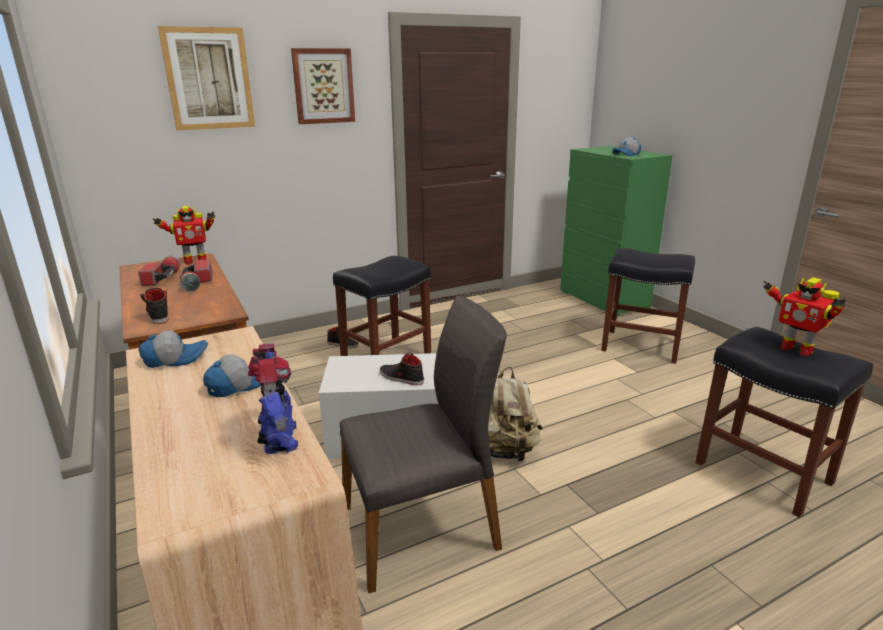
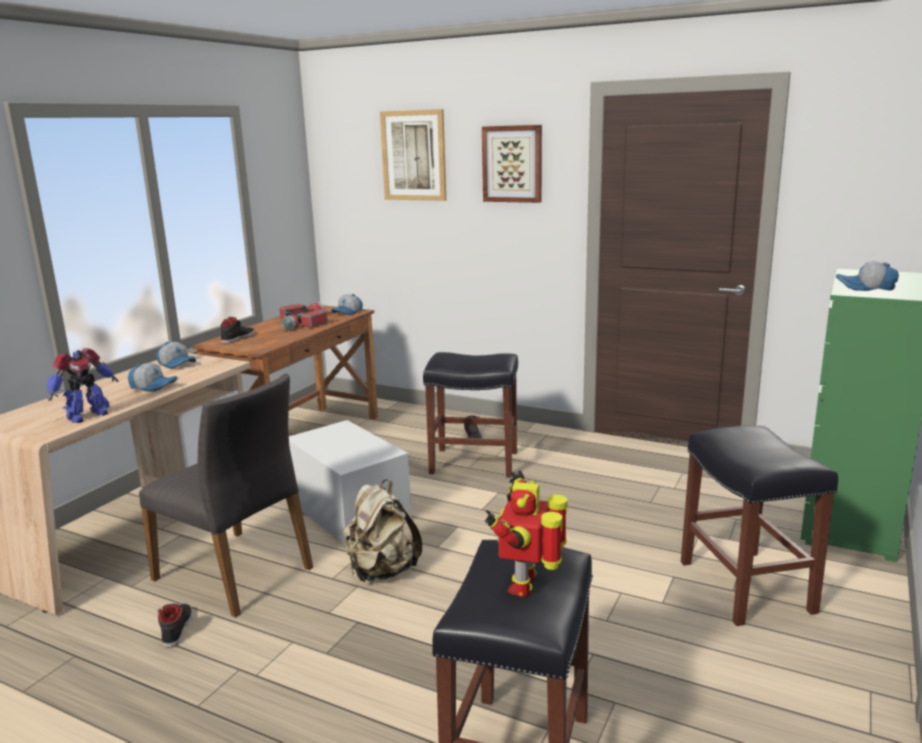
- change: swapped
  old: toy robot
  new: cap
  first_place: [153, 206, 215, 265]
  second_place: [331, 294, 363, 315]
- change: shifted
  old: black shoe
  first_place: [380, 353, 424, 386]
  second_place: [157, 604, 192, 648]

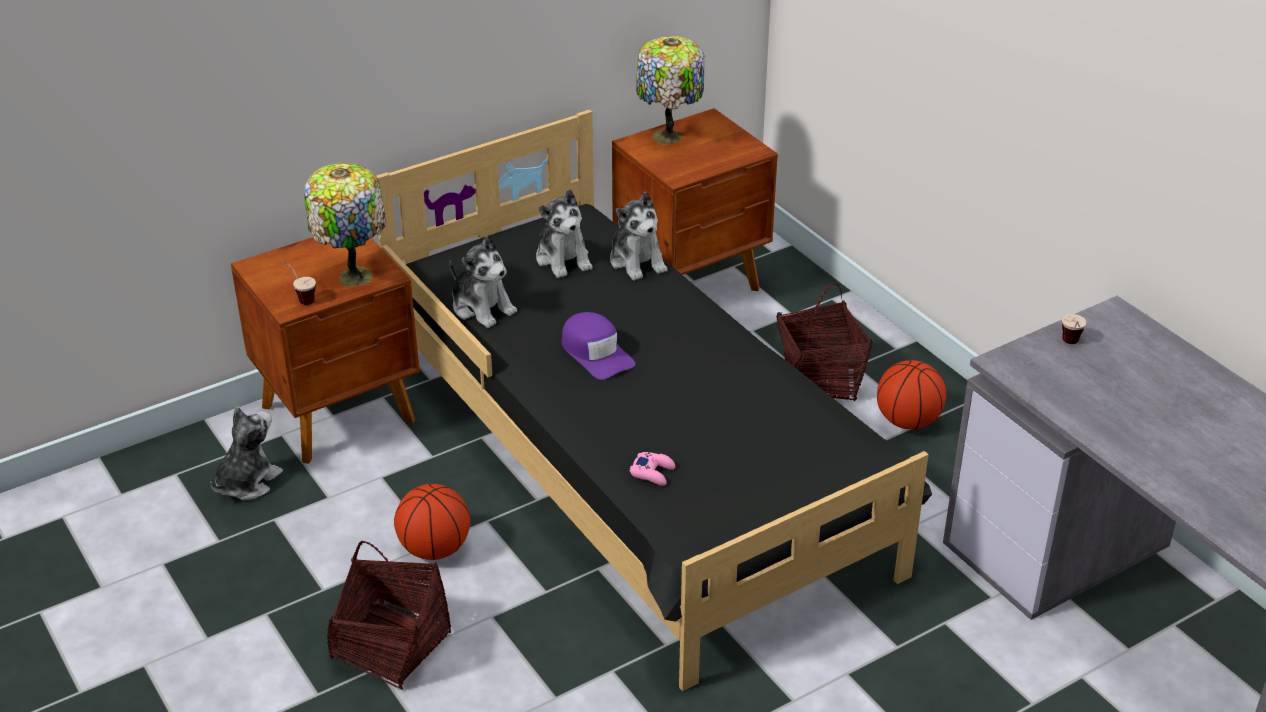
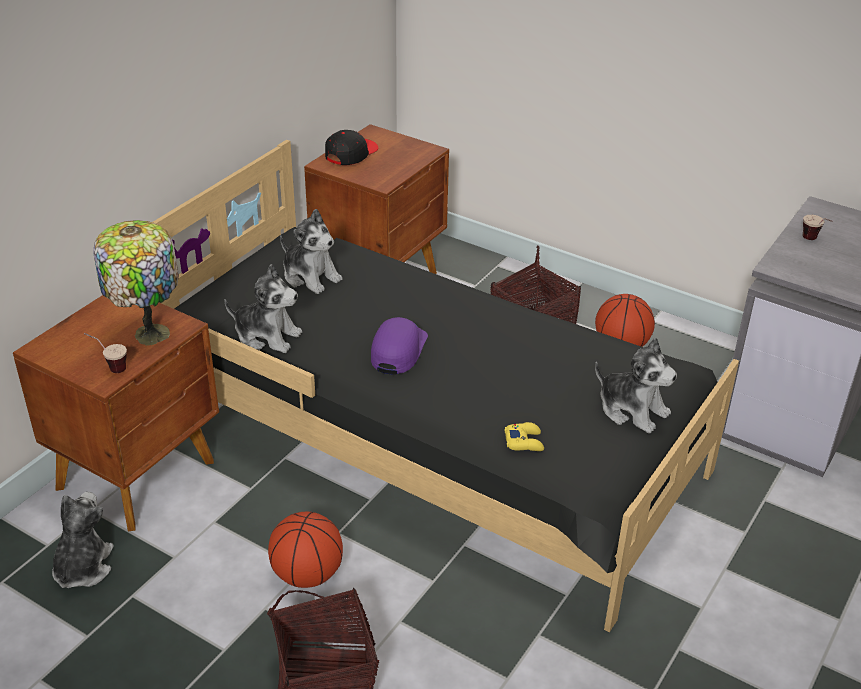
- change: swapped
  old: table lamp
  new: black cap
  first_place: [636, 36, 705, 145]
  second_place: [325, 130, 378, 165]
- change: shifted
  old: plush toy
  first_place: [610, 191, 667, 281]
  second_place: [595, 337, 677, 433]
- change: rotated
  old: purple cap
  first_place: [562, 312, 635, 380]
  second_place: [371, 317, 428, 374]
  degrees: -105
- change: repainted
  old: pink game controller
  new: yellow game controller
  first_place: [630, 452, 675, 486]
  second_place: [505, 422, 544, 451]

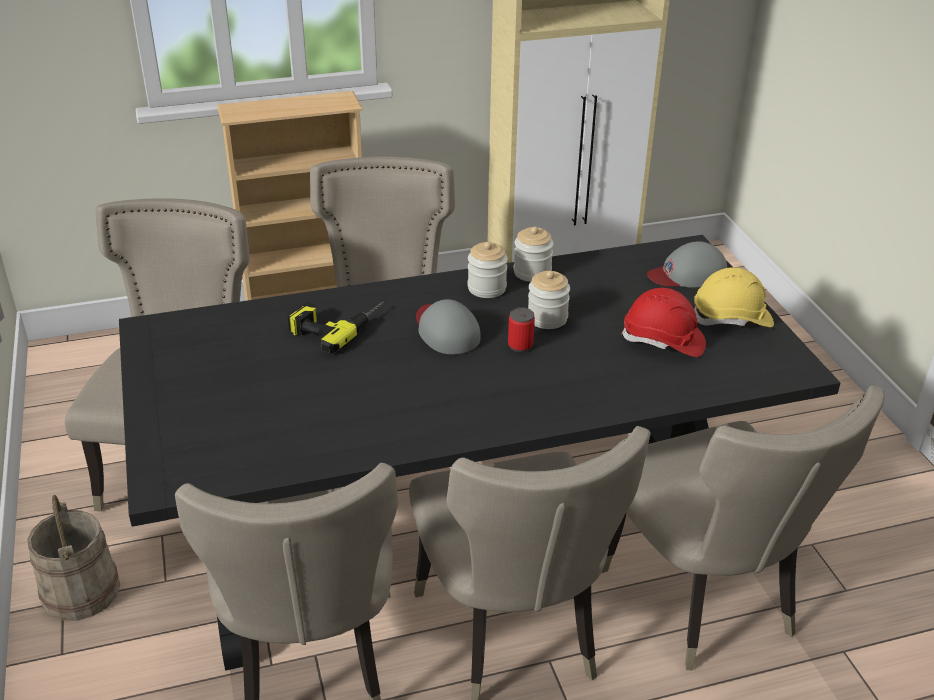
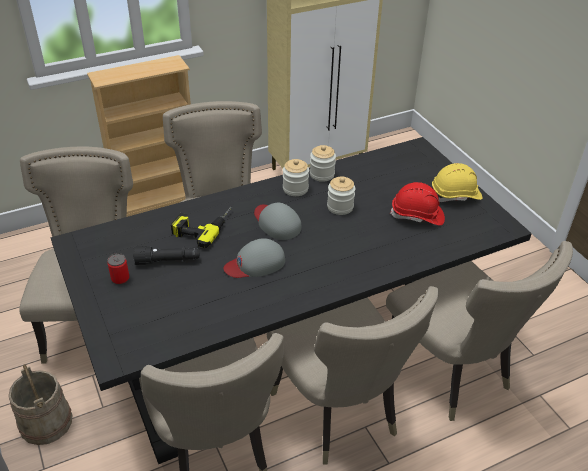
- change: shifted
  old: grey cap
  first_place: [647, 241, 727, 288]
  second_place: [223, 238, 285, 278]
- change: shifted
  old: can
  first_place: [508, 307, 535, 352]
  second_place: [107, 253, 130, 285]
- change: new
  new: black flashlight
  second_place: [133, 246, 200, 265]

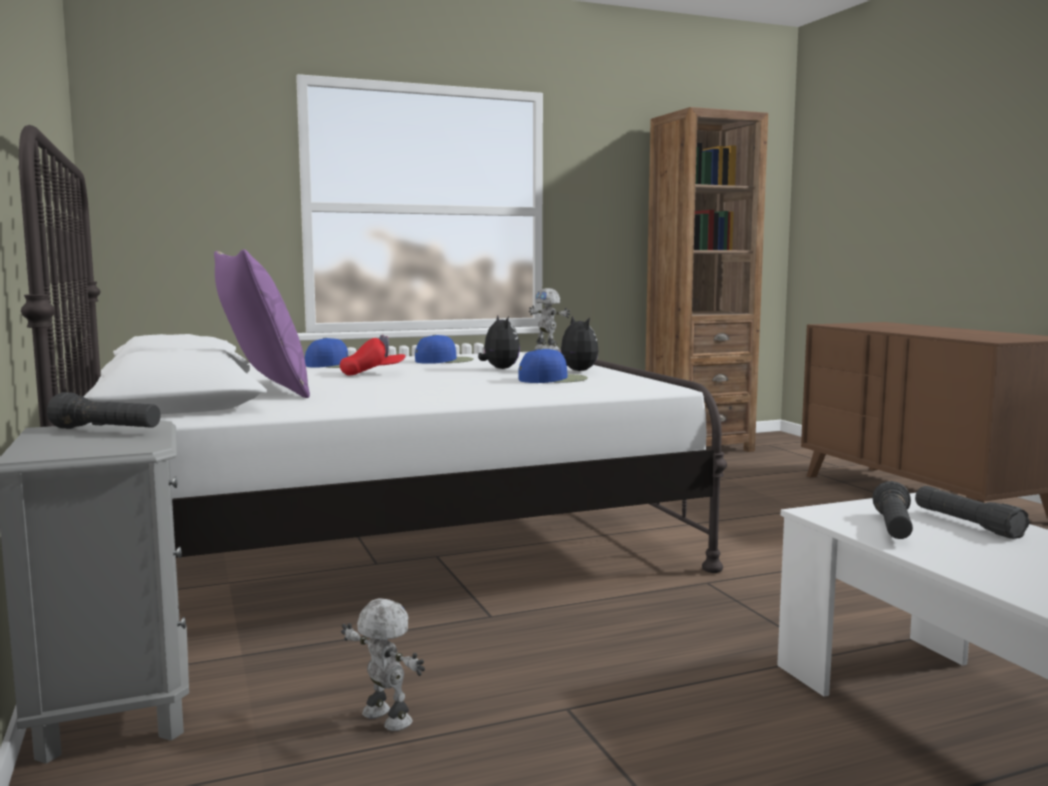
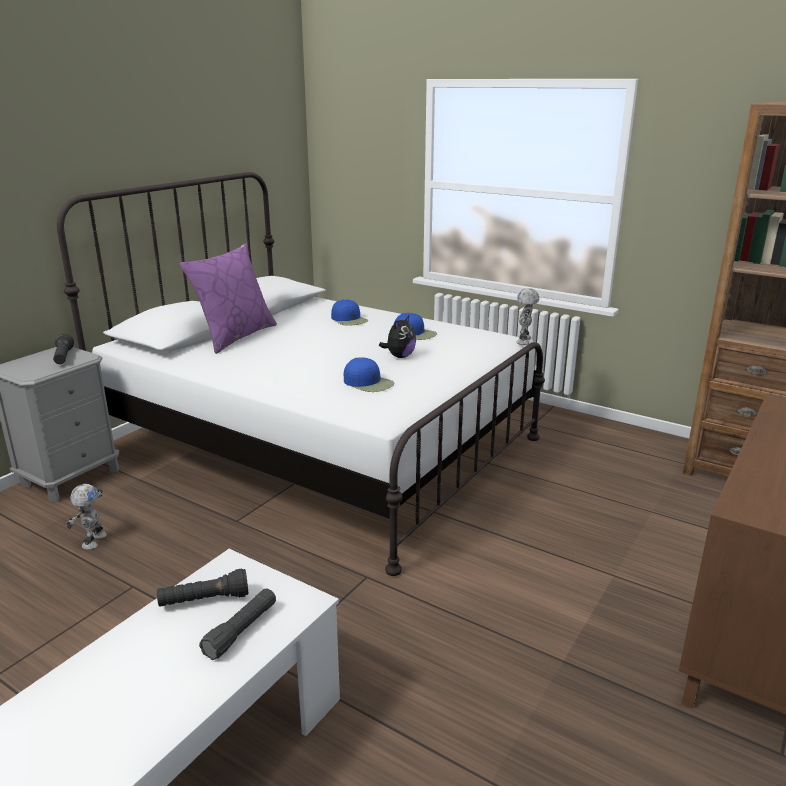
- change: gone
  old: plush toy
  first_place: [557, 316, 599, 371]
- change: gone
  old: red cap
  first_place: [340, 335, 406, 375]

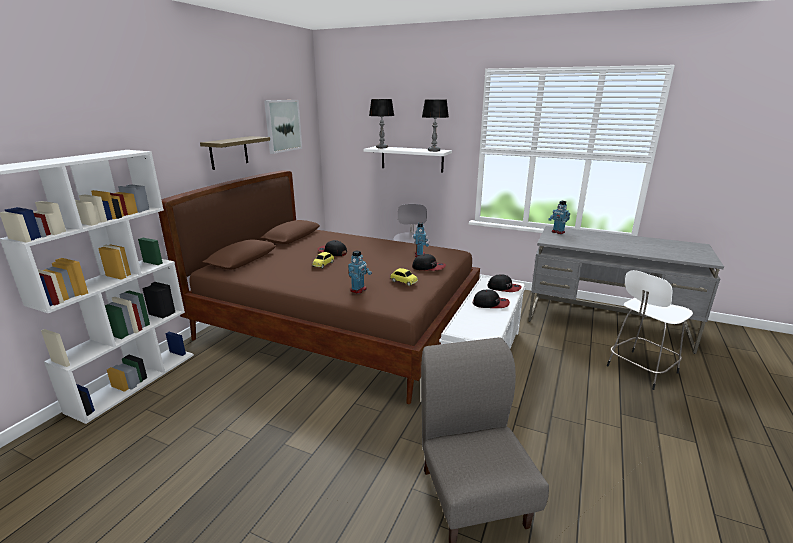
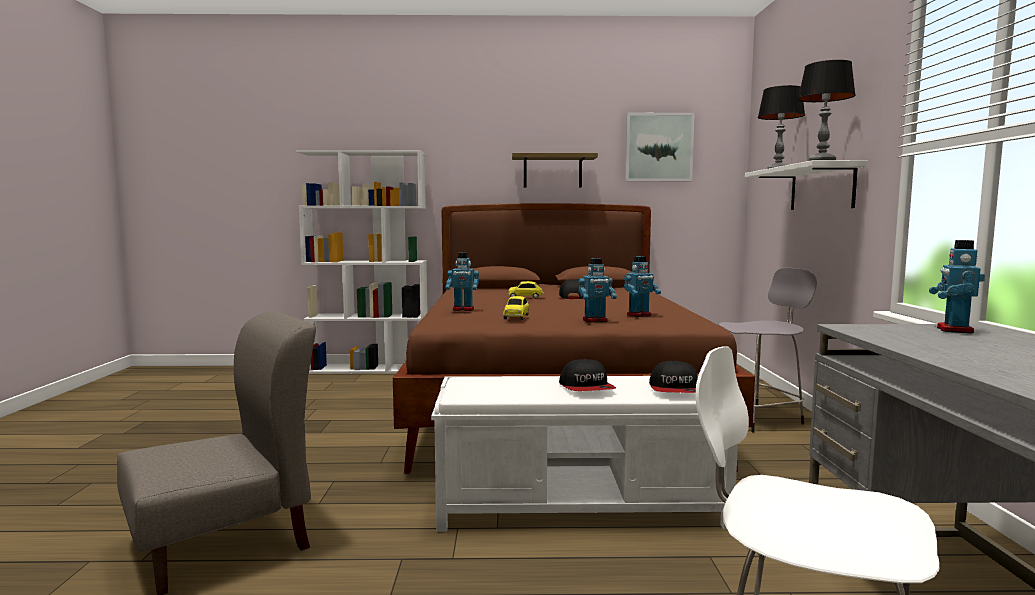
- change: swapped
  old: cap
  new: toy robot
  first_place: [412, 254, 446, 271]
  second_place: [578, 258, 617, 323]

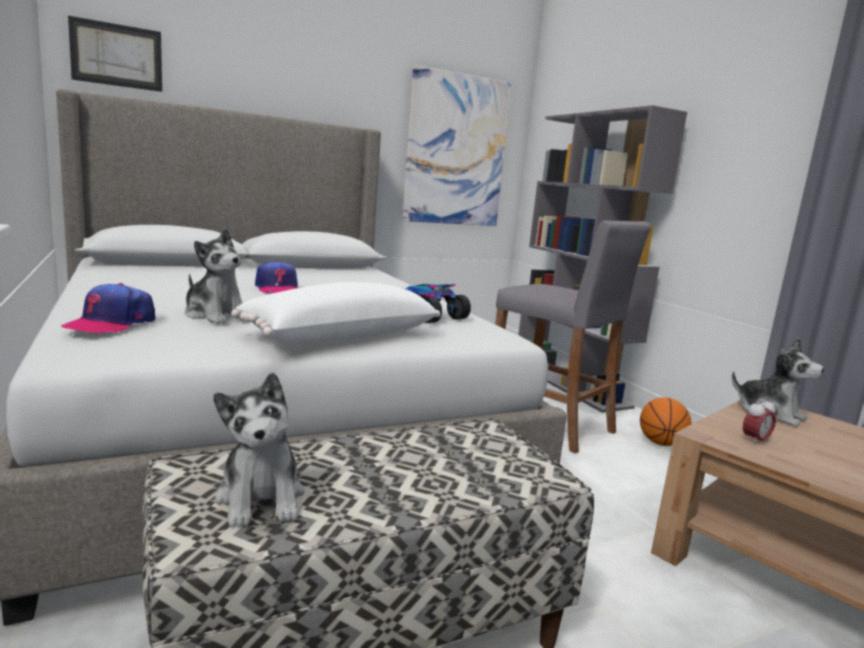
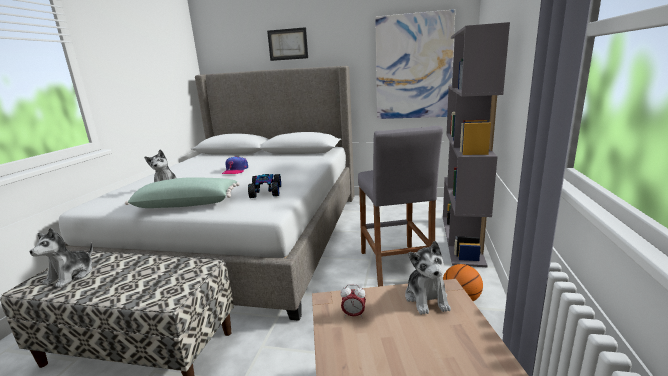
- change: shifted
  old: picture
  first_place: [68, 16, 162, 92]
  second_place: [267, 27, 308, 61]
- change: repainted
  old: white pillow
  new: green pillow
  first_place: [231, 282, 440, 344]
  second_place: [125, 177, 240, 208]
- change: gone
  old: cap
  first_place: [61, 283, 155, 334]

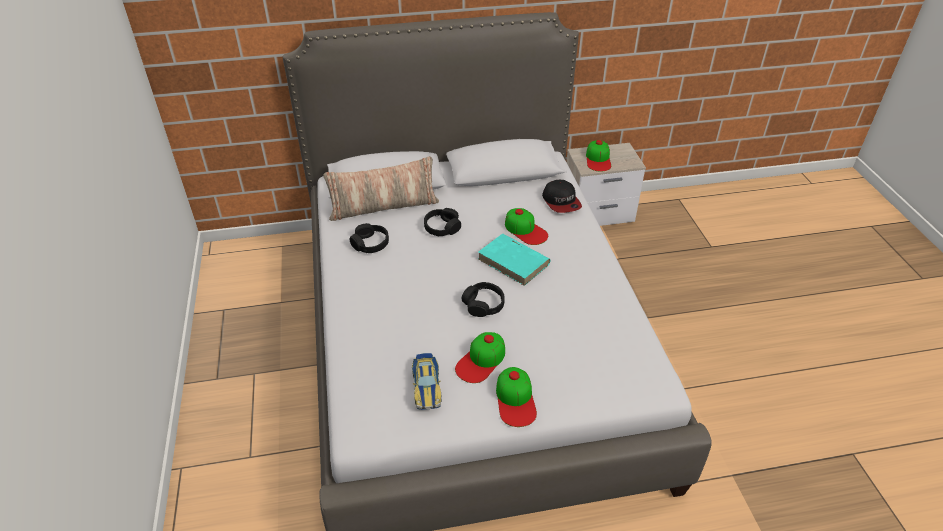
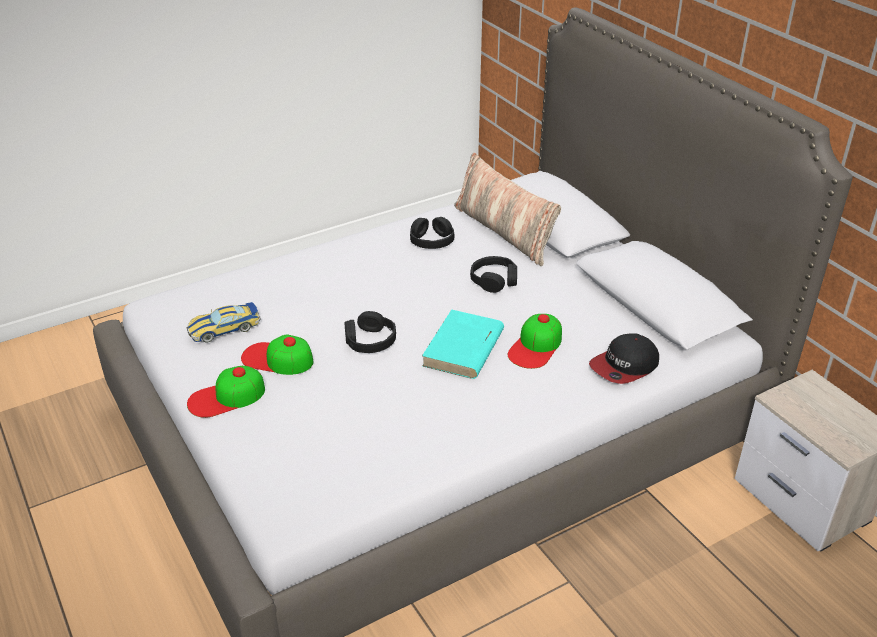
- change: gone
  old: cap
  first_place: [586, 140, 611, 172]

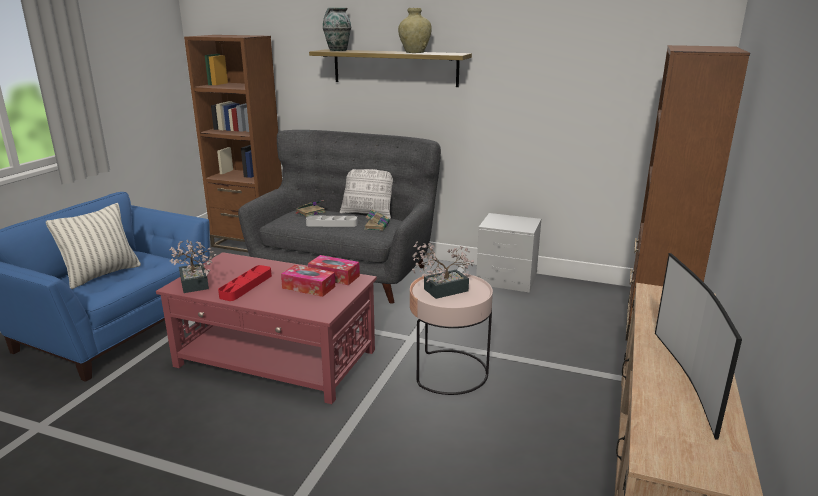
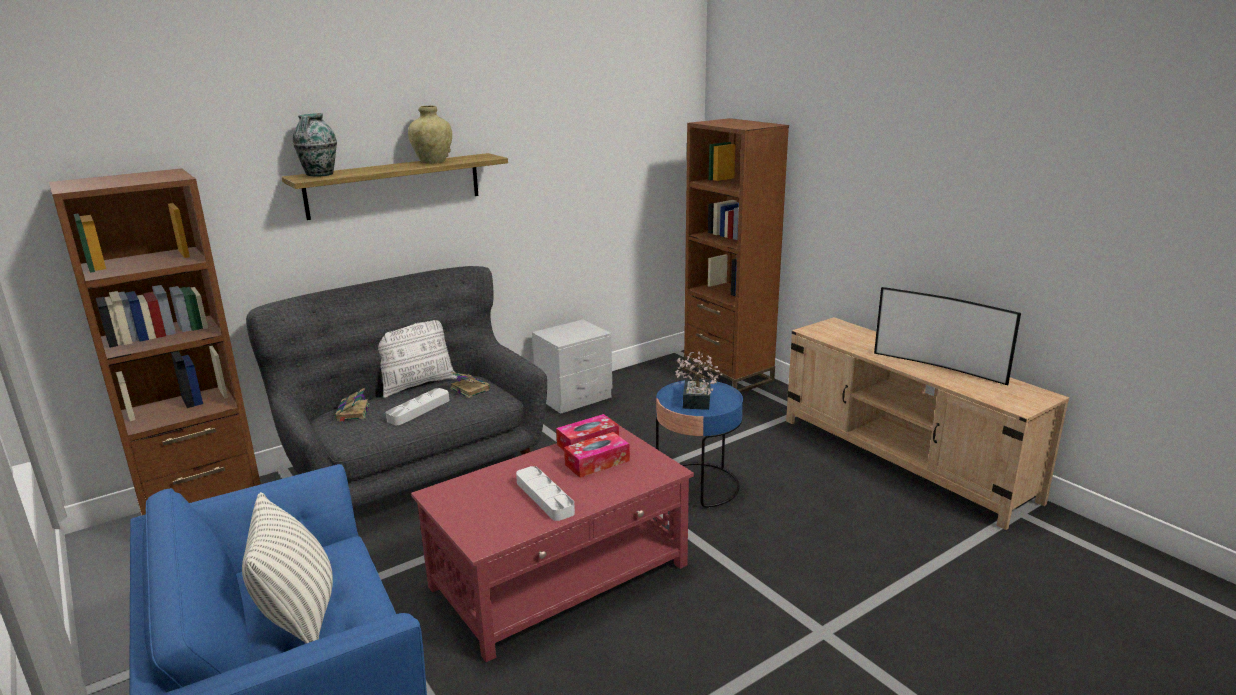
- change: gone
  old: potted plant
  first_place: [170, 240, 216, 293]
- change: repainted
  old: red tray
  new: grey tray
  first_place: [218, 265, 272, 301]
  second_place: [516, 466, 575, 521]
- change: repainted
  old: pink side table
  new: blue side table
  first_place: [410, 273, 493, 395]
  second_place: [656, 380, 743, 508]

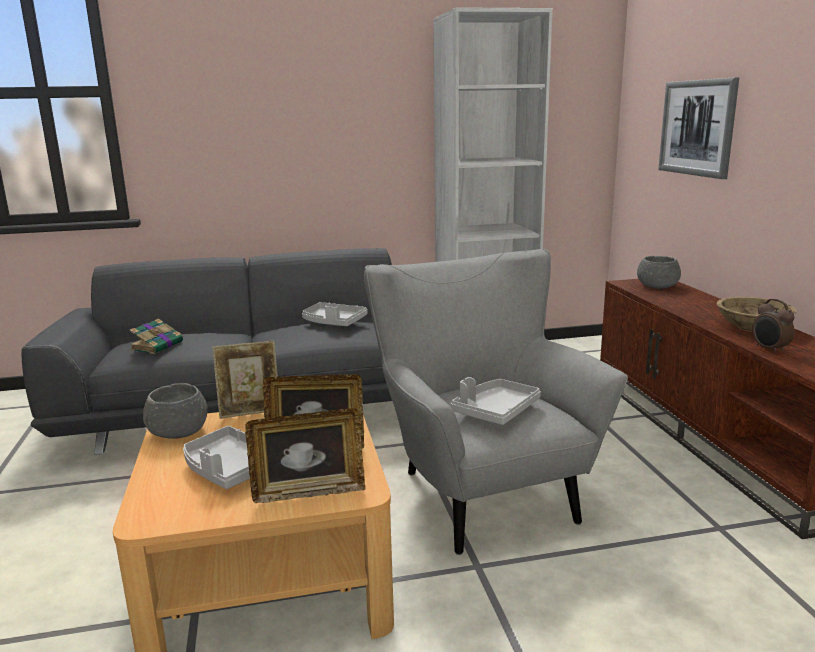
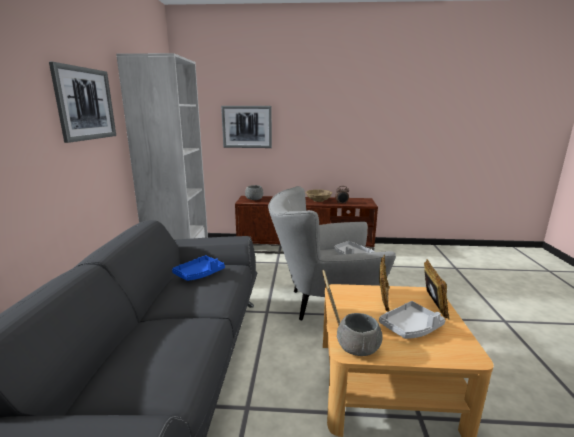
- change: repainted
  old: grey tray
  new: blue tray
  first_place: [302, 302, 367, 326]
  second_place: [172, 255, 225, 281]
- change: gone
  old: book
  first_place: [129, 318, 183, 354]
- change: new
  new: picture
  second_place: [49, 62, 116, 143]

